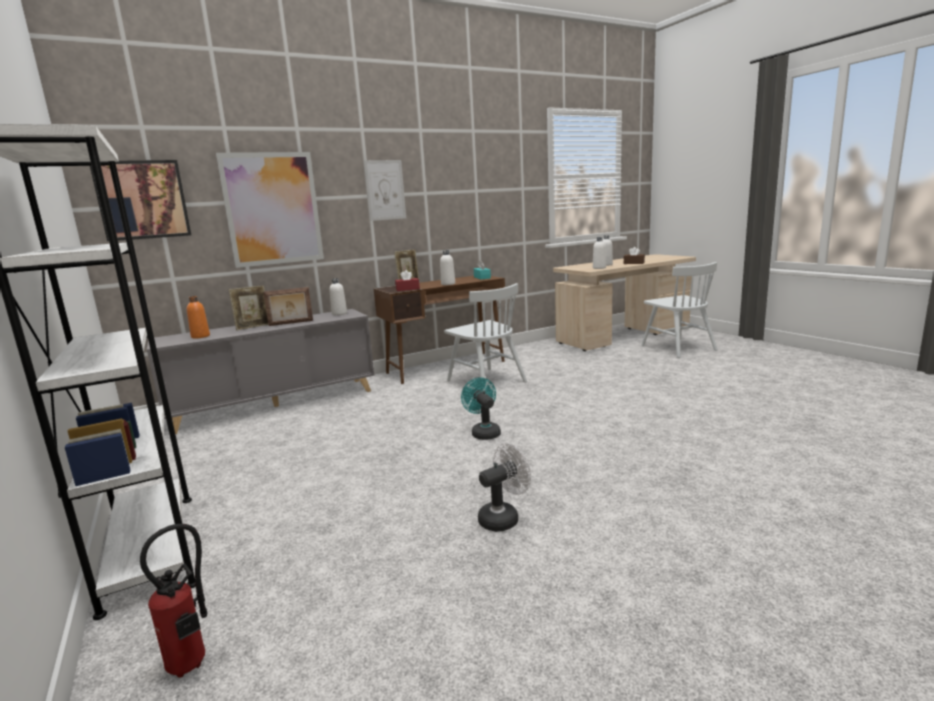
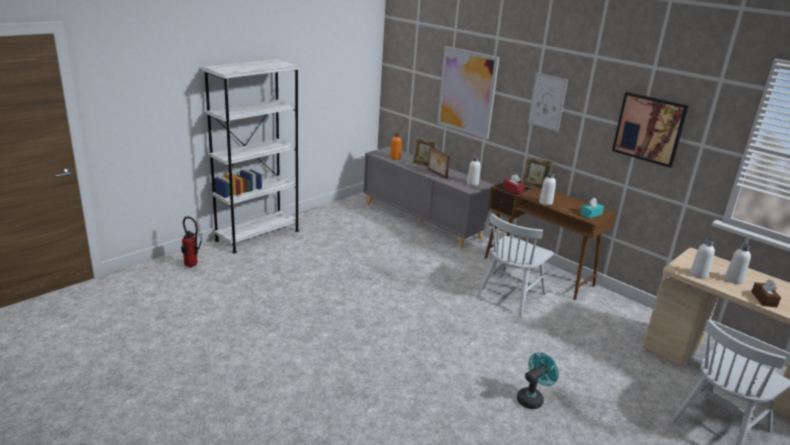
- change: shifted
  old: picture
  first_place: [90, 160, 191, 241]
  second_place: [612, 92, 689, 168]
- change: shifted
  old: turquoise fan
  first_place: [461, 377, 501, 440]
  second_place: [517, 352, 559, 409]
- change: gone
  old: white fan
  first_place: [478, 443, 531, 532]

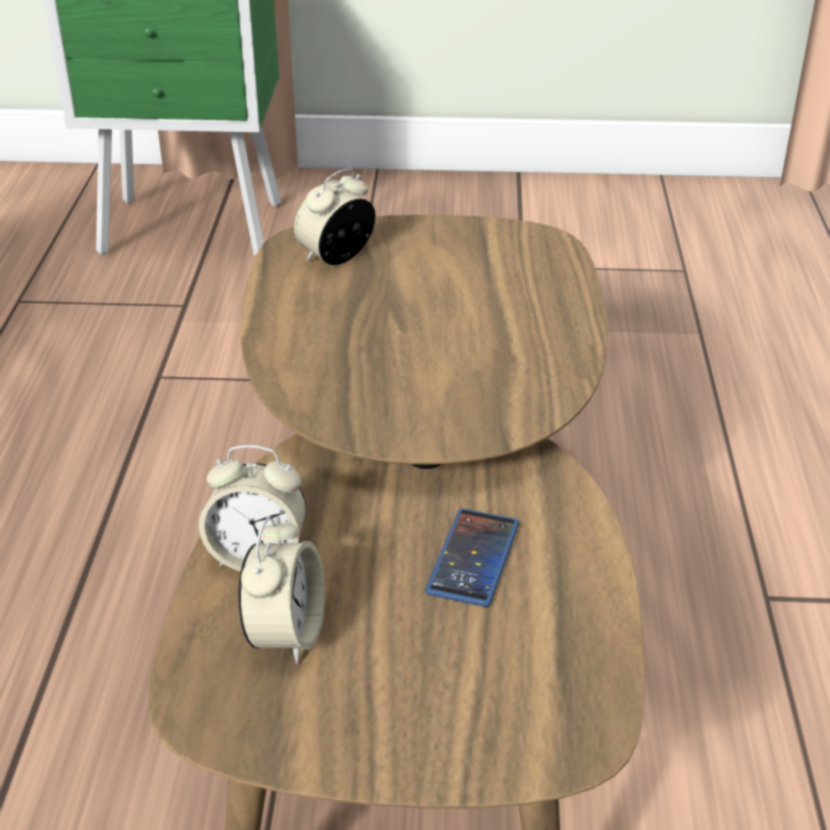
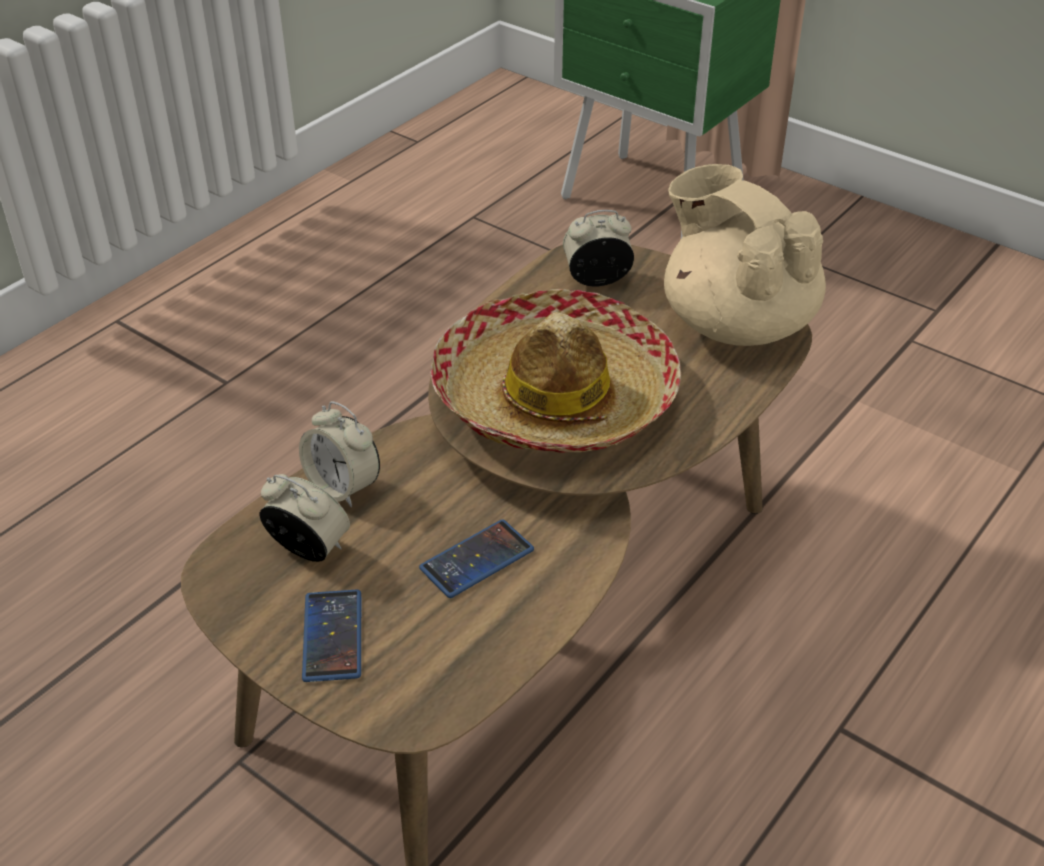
- change: rotated
  old: alarm clock
  first_place: [238, 516, 325, 664]
  second_place: [260, 474, 350, 562]
  degrees: -105
- change: new
  new: beige teapot
  second_place: [664, 164, 826, 346]
- change: new
  new: hat
  second_place: [430, 289, 681, 453]
- change: new
  new: phone
  second_place: [302, 590, 362, 682]

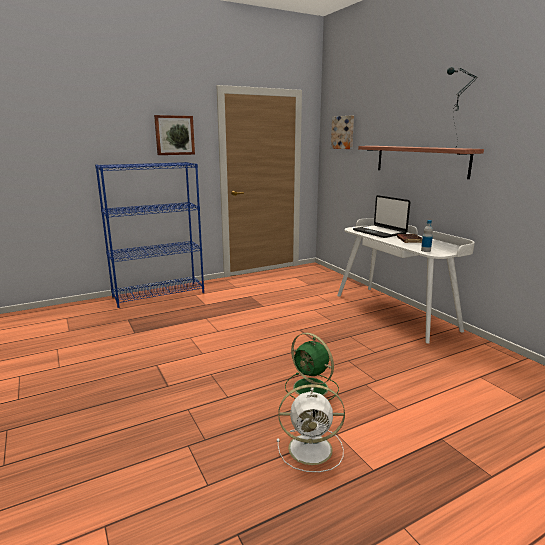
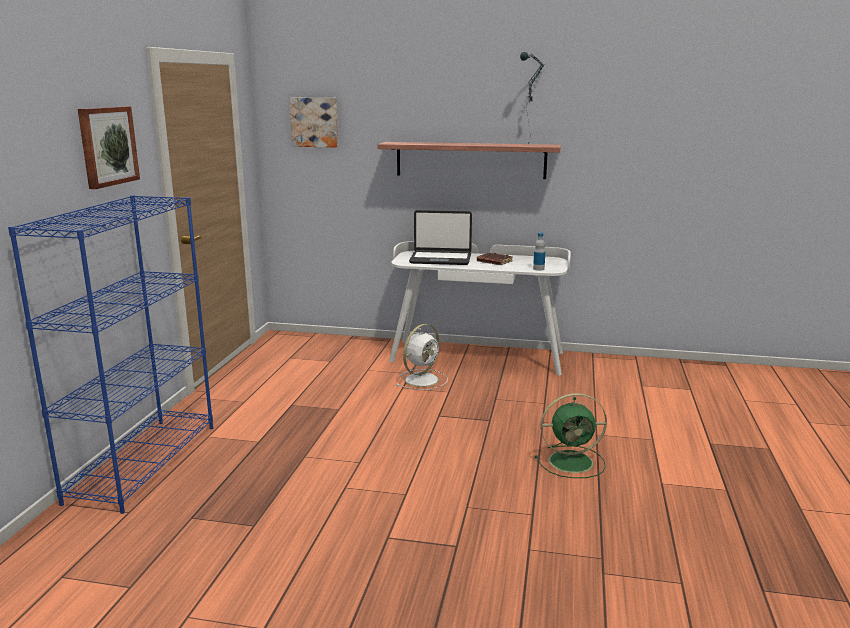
- change: shifted
  old: white fan
  first_place: [277, 384, 345, 472]
  second_place: [397, 324, 448, 390]

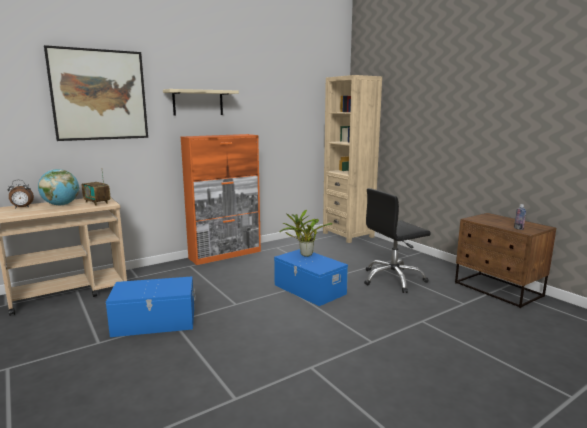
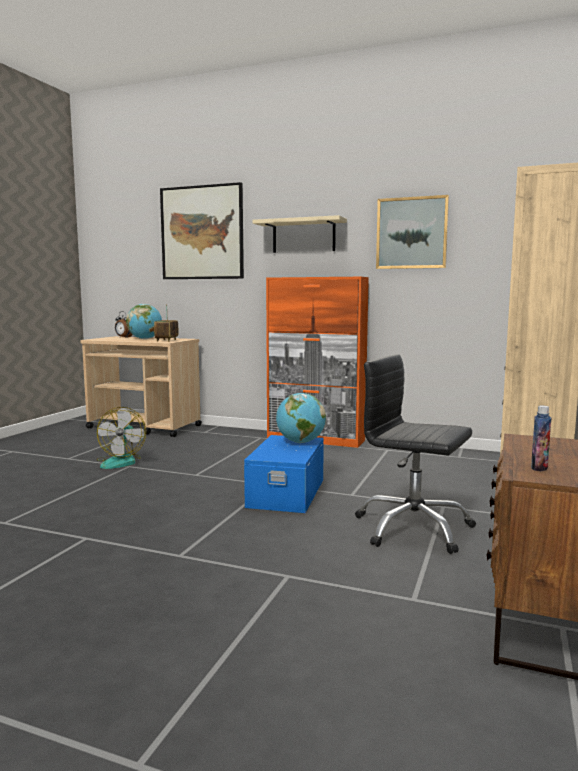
- change: swapped
  old: potted plant
  new: globe
  first_place: [279, 210, 333, 257]
  second_place: [276, 393, 326, 443]
- change: swapped
  old: blue storage box
  new: fan
  first_place: [106, 276, 195, 337]
  second_place: [97, 407, 146, 469]
- change: new
  new: picture
  second_place: [376, 195, 449, 269]

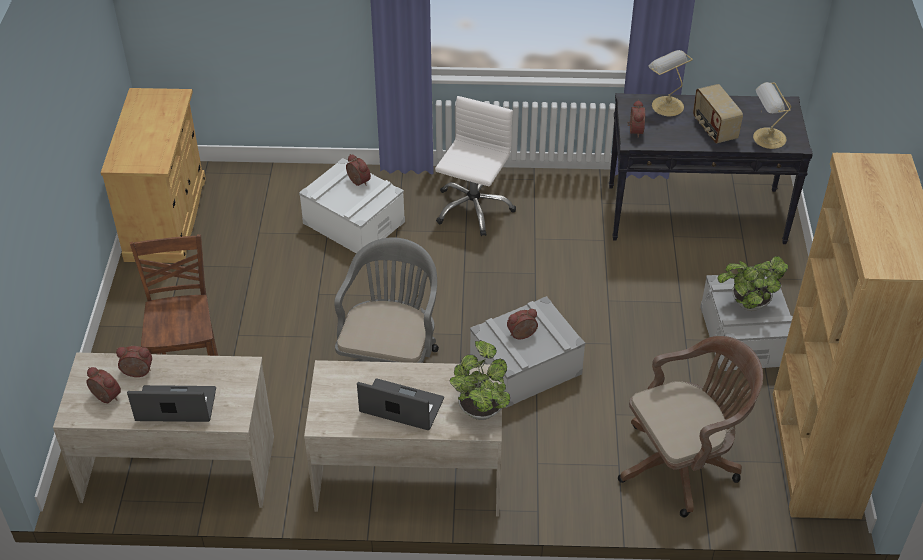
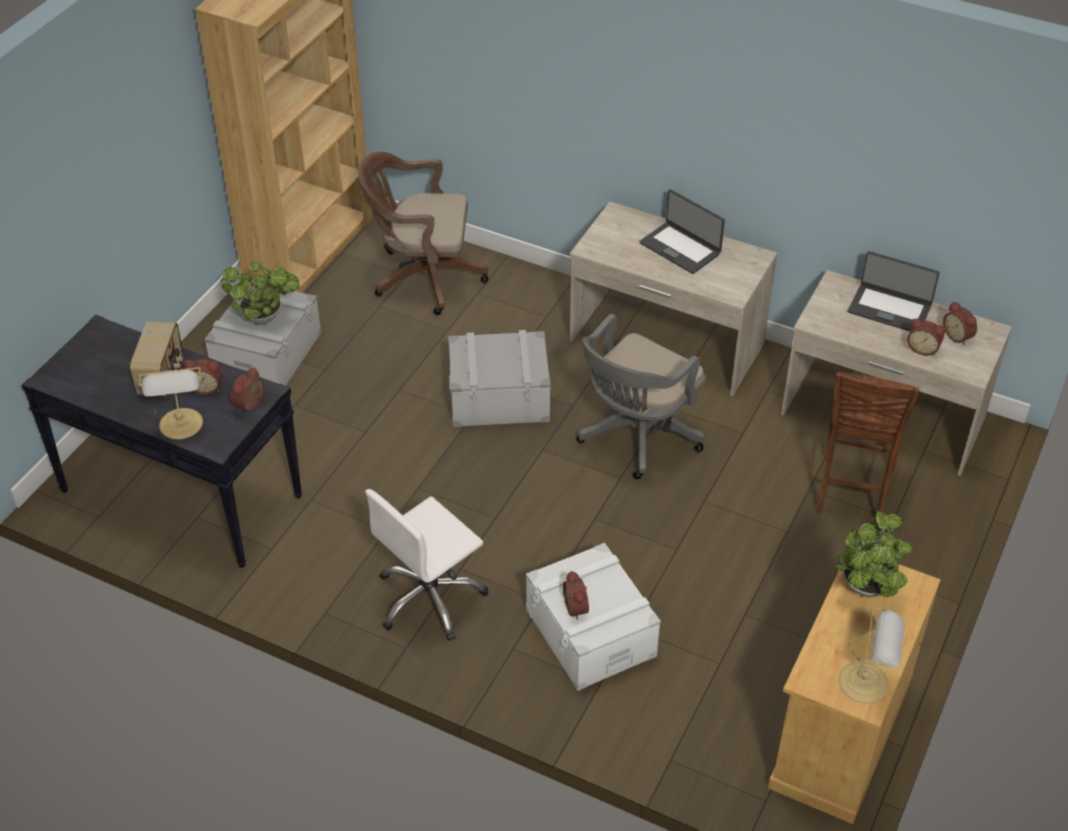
- change: shifted
  old: table lamp
  first_place: [753, 82, 791, 149]
  second_place: [838, 607, 905, 703]
- change: shifted
  old: alarm clock
  first_place: [507, 309, 538, 339]
  second_place: [183, 359, 222, 395]
- change: shifted
  old: potted plant
  first_place: [450, 340, 510, 420]
  second_place: [835, 511, 912, 597]

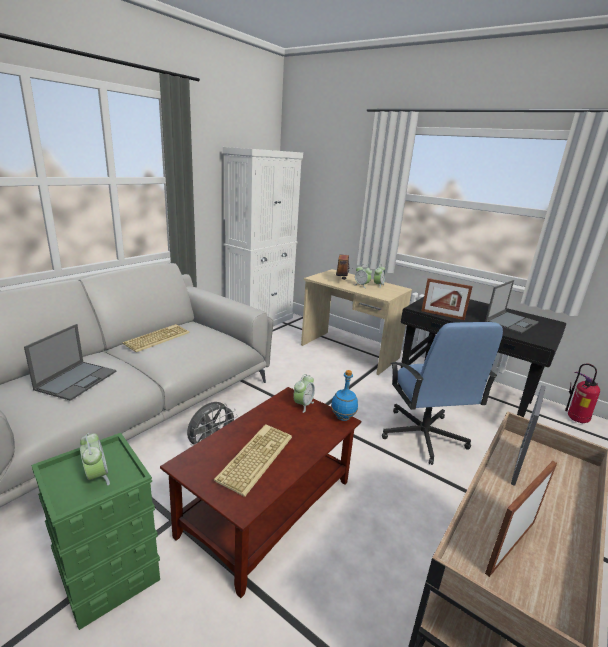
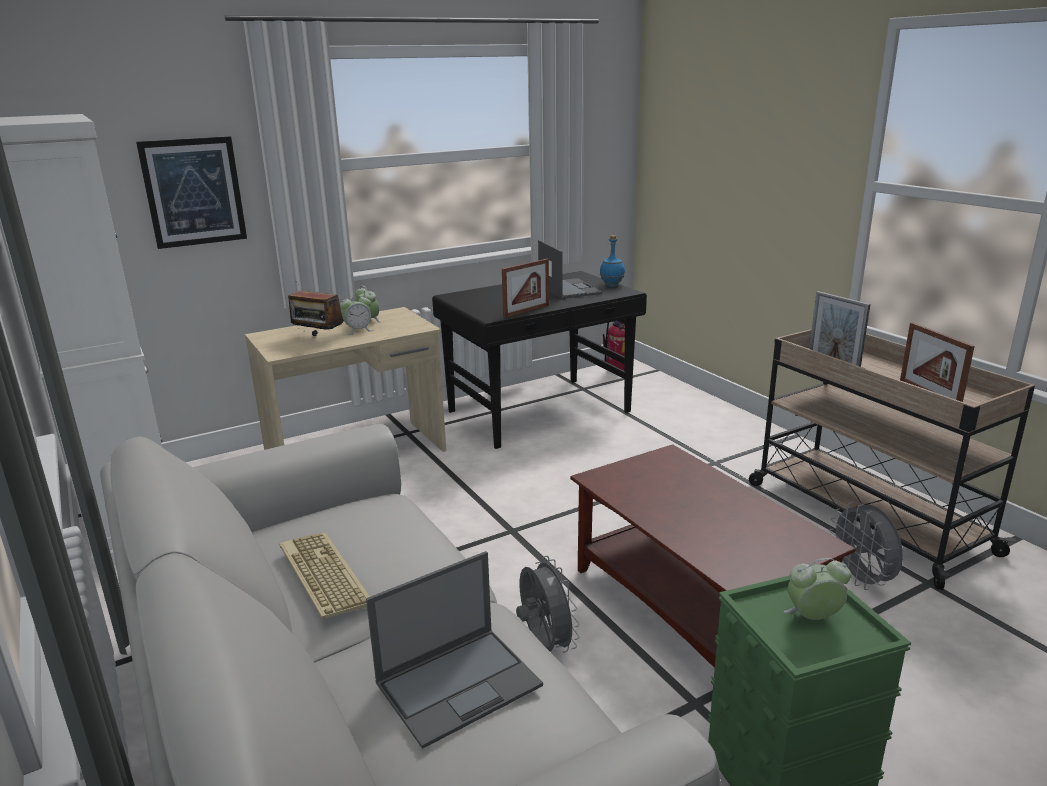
- change: gone
  old: blue office chair
  first_place: [382, 322, 503, 465]
- change: rotated
  old: laptop
  first_place: [24, 324, 116, 401]
  second_place: [366, 551, 543, 749]
  degrees: 105
- change: shifted
  old: blue bottle
  first_place: [331, 370, 358, 421]
  second_place: [600, 235, 625, 287]
- change: gone
  old: alarm clock
  first_place: [293, 374, 315, 413]
- change: gone
  old: keyboard
  first_place: [214, 424, 292, 497]
- change: new
  new: picture
  second_place: [136, 136, 247, 249]
- change: new
  new: grey fan
  second_place: [829, 502, 903, 590]

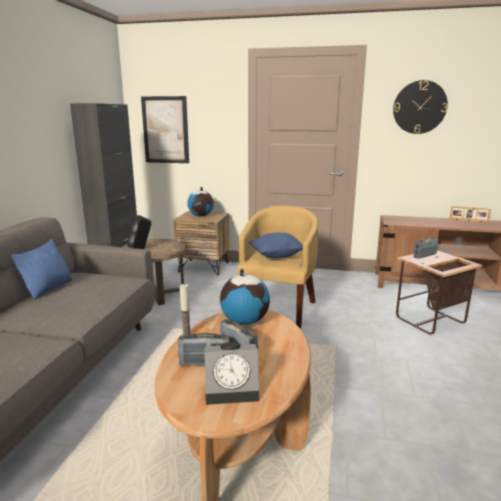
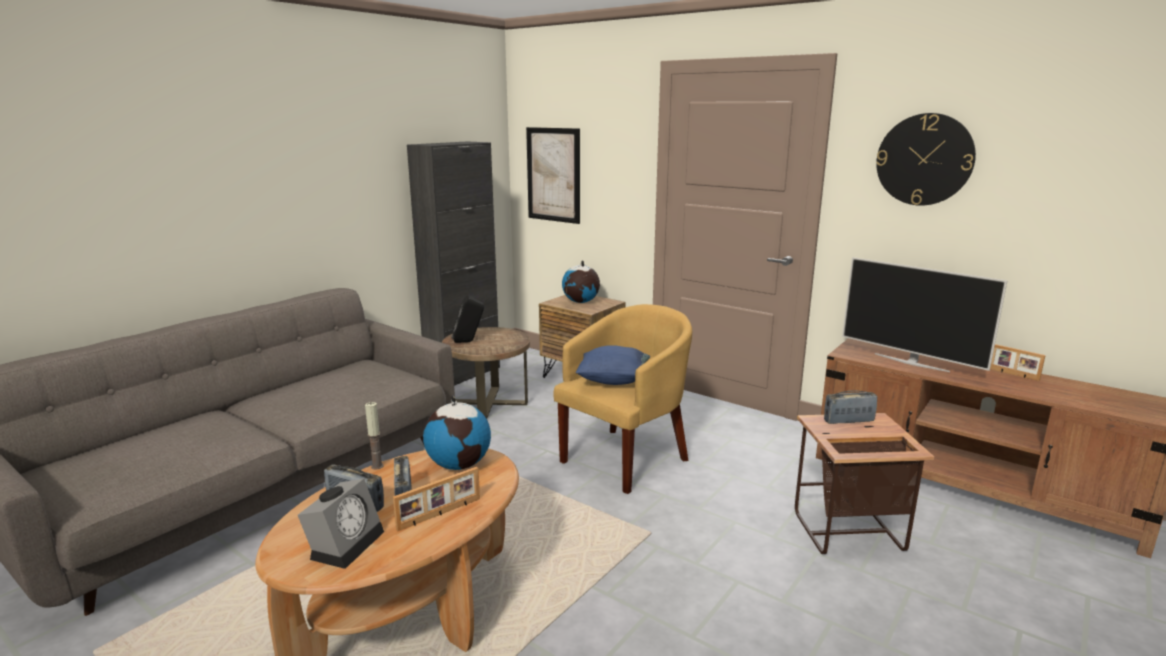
- change: gone
  old: blue pillow
  first_place: [11, 239, 72, 300]
- change: rotated
  old: alarm clock
  first_place: [204, 342, 259, 405]
  second_place: [298, 479, 384, 569]
  degrees: -90
- change: new
  new: television
  second_place: [842, 257, 1008, 372]
- change: new
  new: picture frame
  second_place: [393, 467, 480, 531]

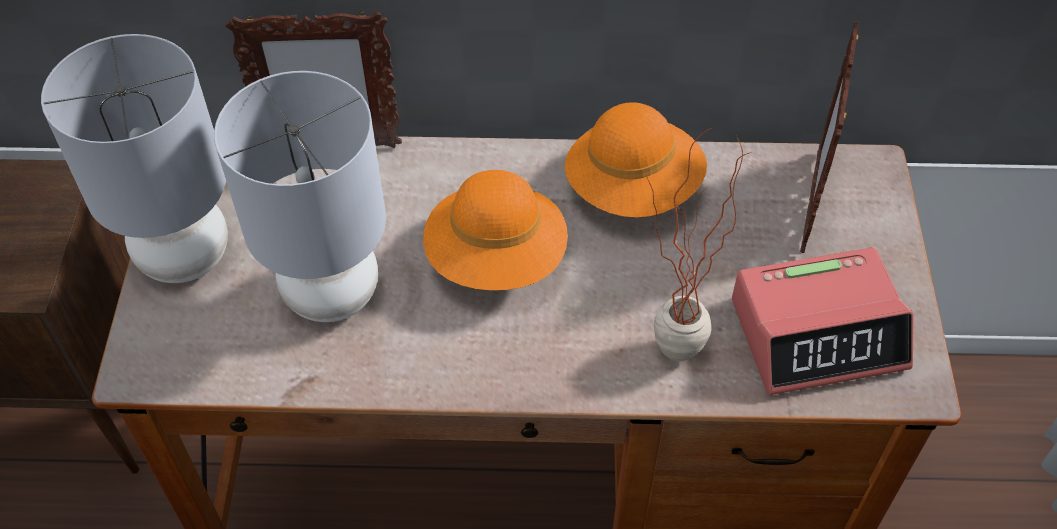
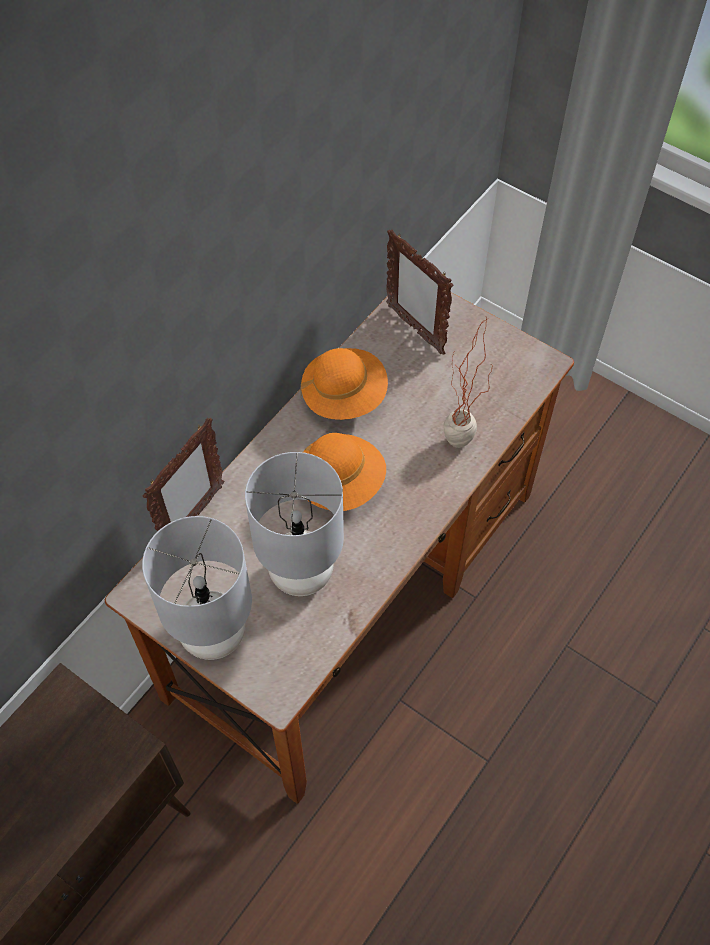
- change: gone
  old: alarm clock
  first_place: [732, 248, 914, 395]

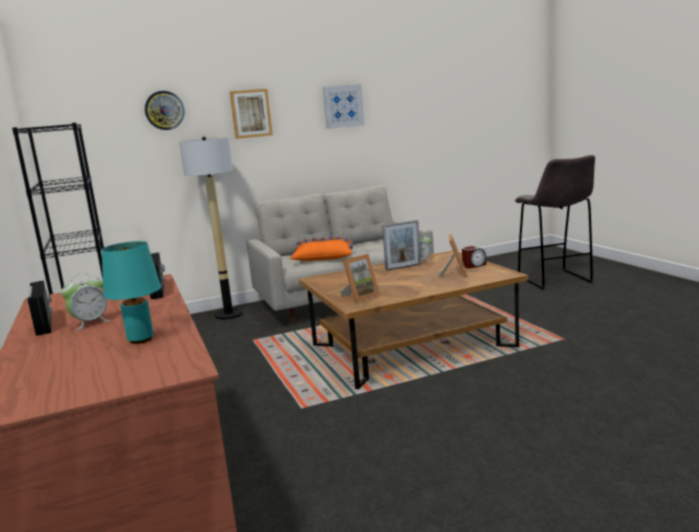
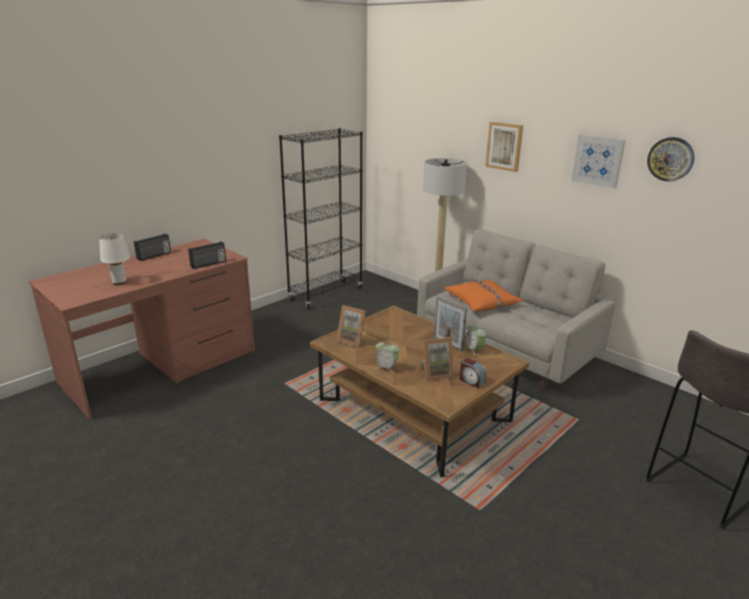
- change: shifted
  old: wall clock
  first_place: [145, 91, 185, 130]
  second_place: [647, 137, 694, 182]
- change: repainted
  old: turquoise table lamp
  new: white table lamp
  first_place: [101, 241, 161, 344]
  second_place: [99, 233, 130, 285]
- change: shifted
  old: alarm clock
  first_place: [61, 273, 111, 330]
  second_place: [375, 340, 400, 373]

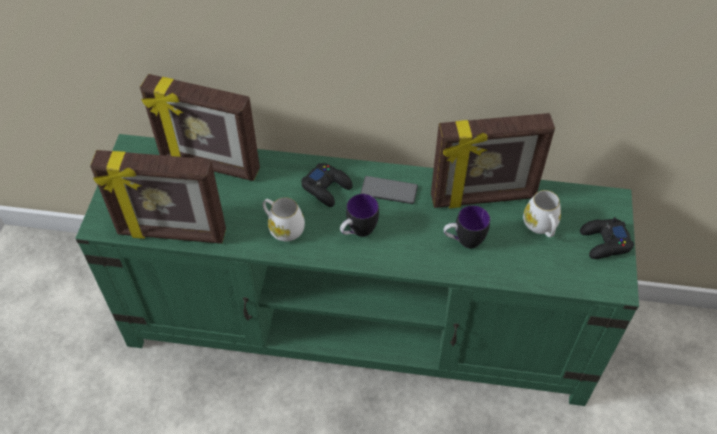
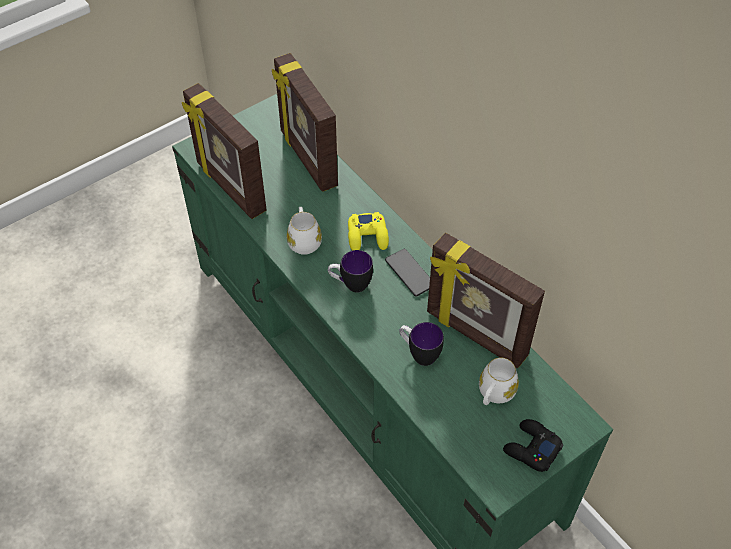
- change: repainted
  old: black game controller
  new: yellow game controller
  first_place: [301, 163, 353, 207]
  second_place: [348, 212, 389, 251]

